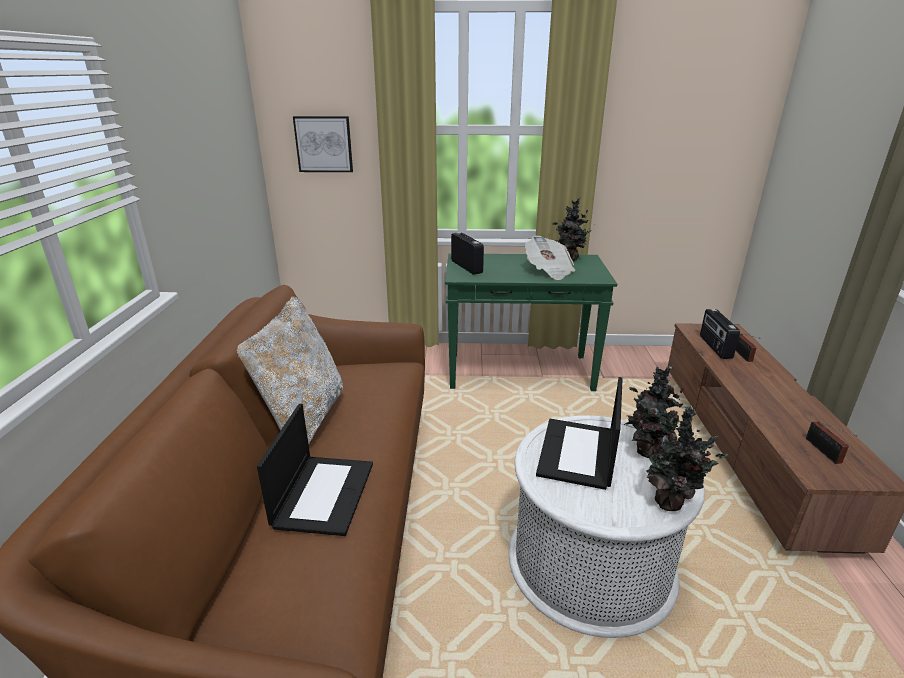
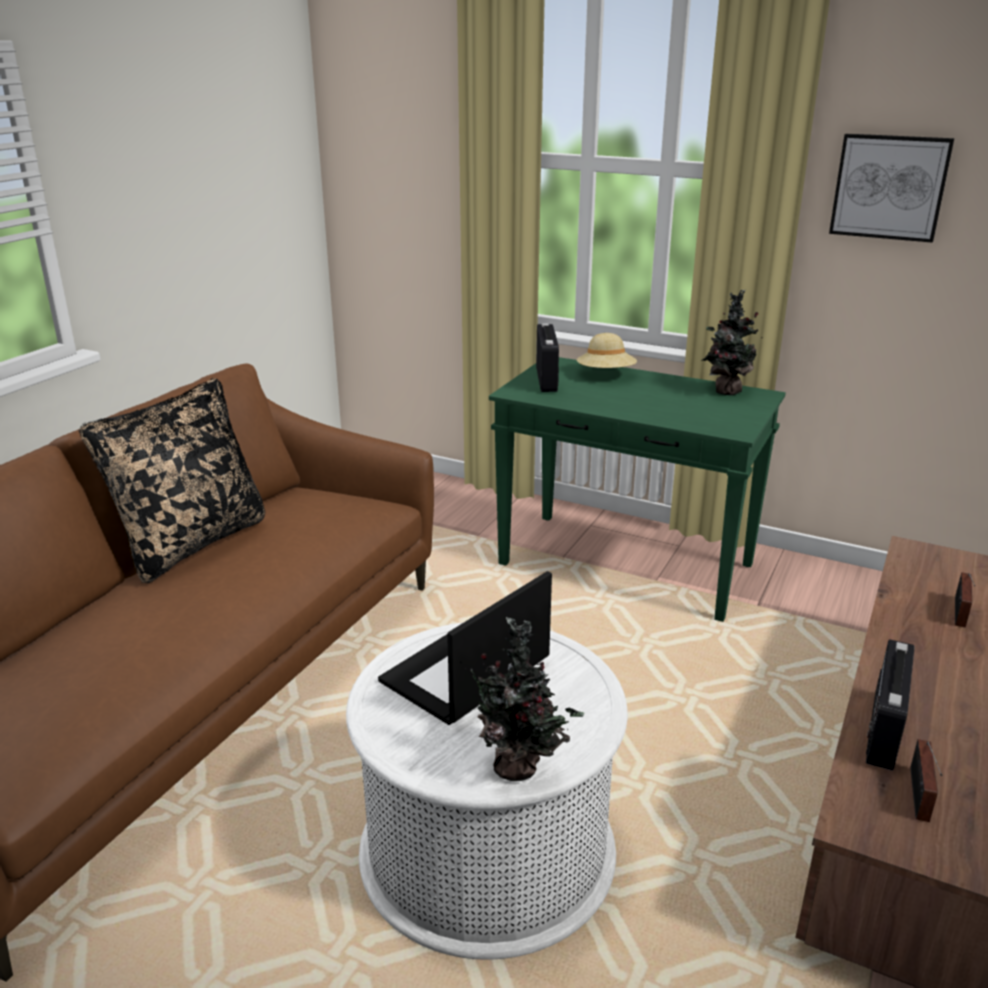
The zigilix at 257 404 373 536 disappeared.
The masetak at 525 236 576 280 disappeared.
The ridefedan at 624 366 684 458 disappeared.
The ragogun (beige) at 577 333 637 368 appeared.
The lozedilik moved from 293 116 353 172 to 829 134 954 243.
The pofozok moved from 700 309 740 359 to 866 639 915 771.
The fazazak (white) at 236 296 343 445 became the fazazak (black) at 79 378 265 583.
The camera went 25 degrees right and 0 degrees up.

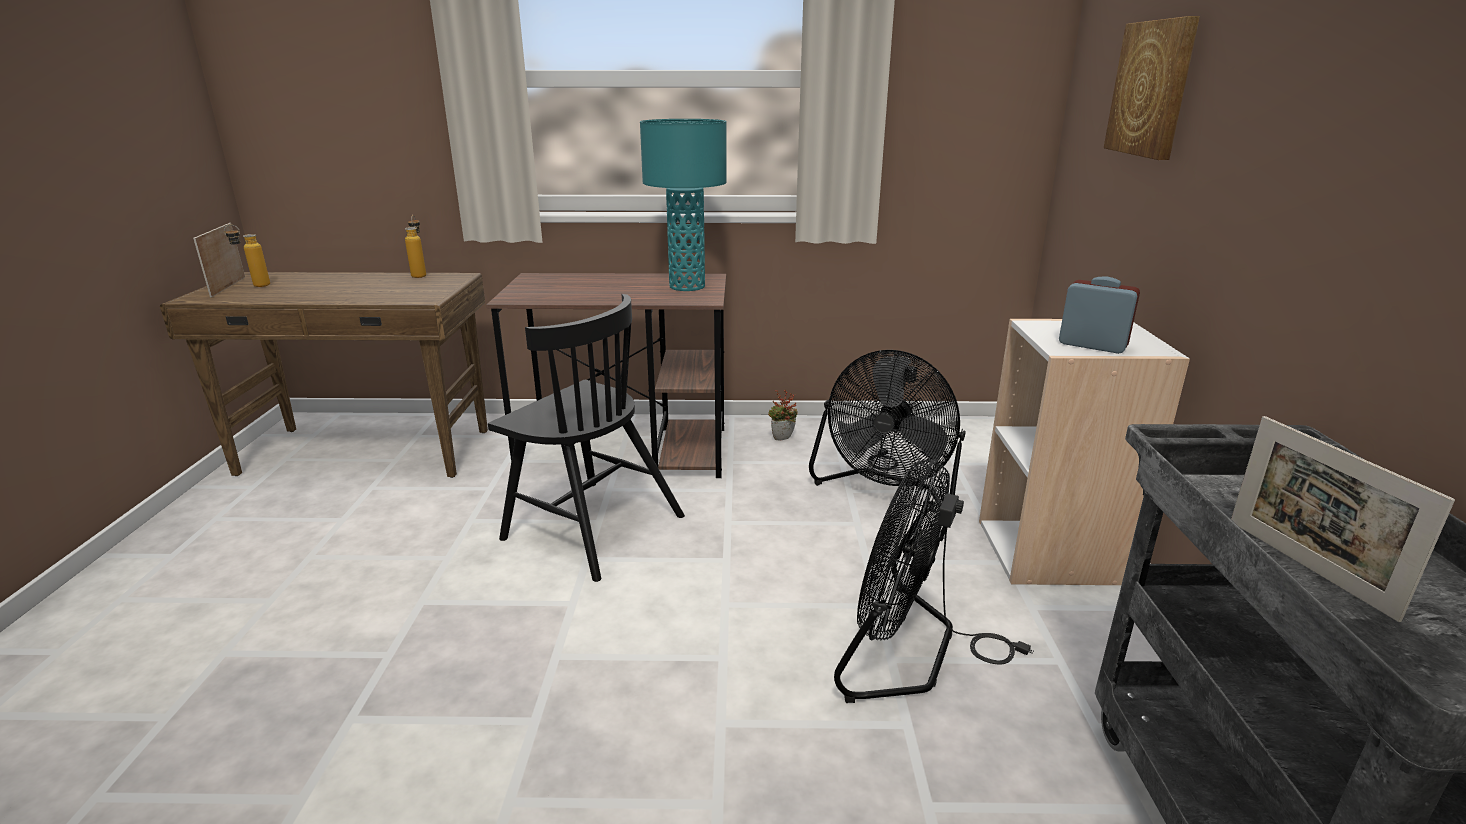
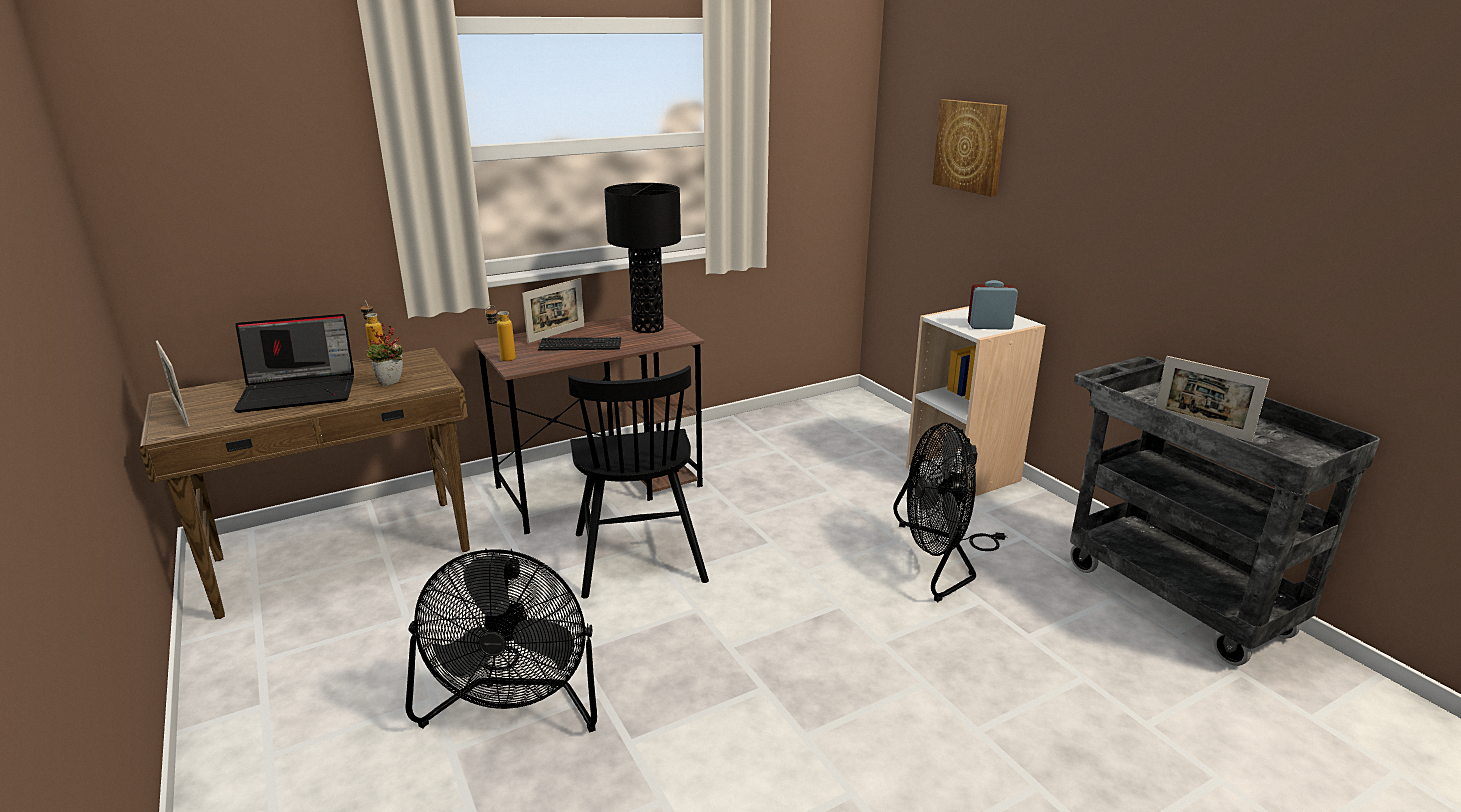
The zigilix at 234 314 354 413 appeared.
The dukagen at 522 278 585 343 appeared.
The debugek at 538 337 621 351 appeared.
The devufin moved from 224 225 270 287 to 485 305 516 361.
The ridefedan moved from 768 390 797 440 to 367 324 403 386.
The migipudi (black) moved from 809 350 966 506 to 405 549 597 733.
The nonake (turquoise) at 640 119 727 291 became the nonake (black) at 604 183 681 333.
The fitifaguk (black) at 488 294 685 582 turned 75 degrees clockwise.
The camera went 30 degrees left and 0 degrees up.

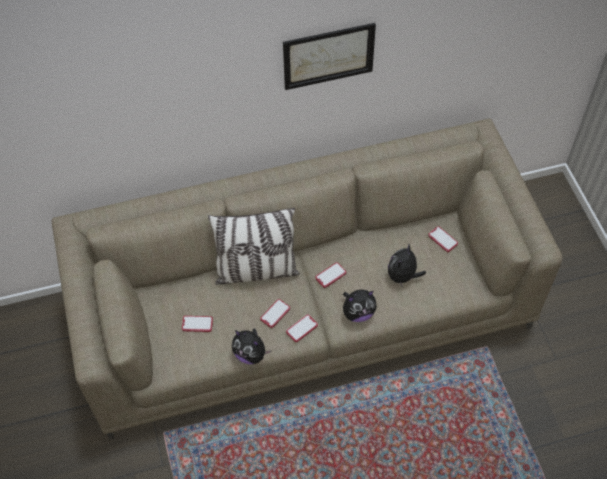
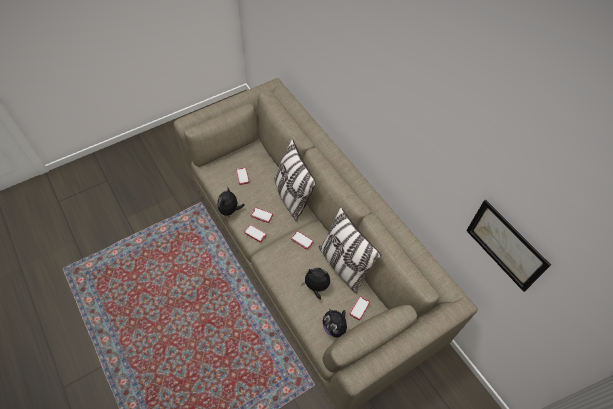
The fazazak at 319 207 382 294 appeared.
The lozedilik moved from 283 23 376 90 to 466 199 551 292.
The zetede moved from 343 289 377 322 to 323 309 347 337.
The camera went 70 degrees right and 0 degrees up.

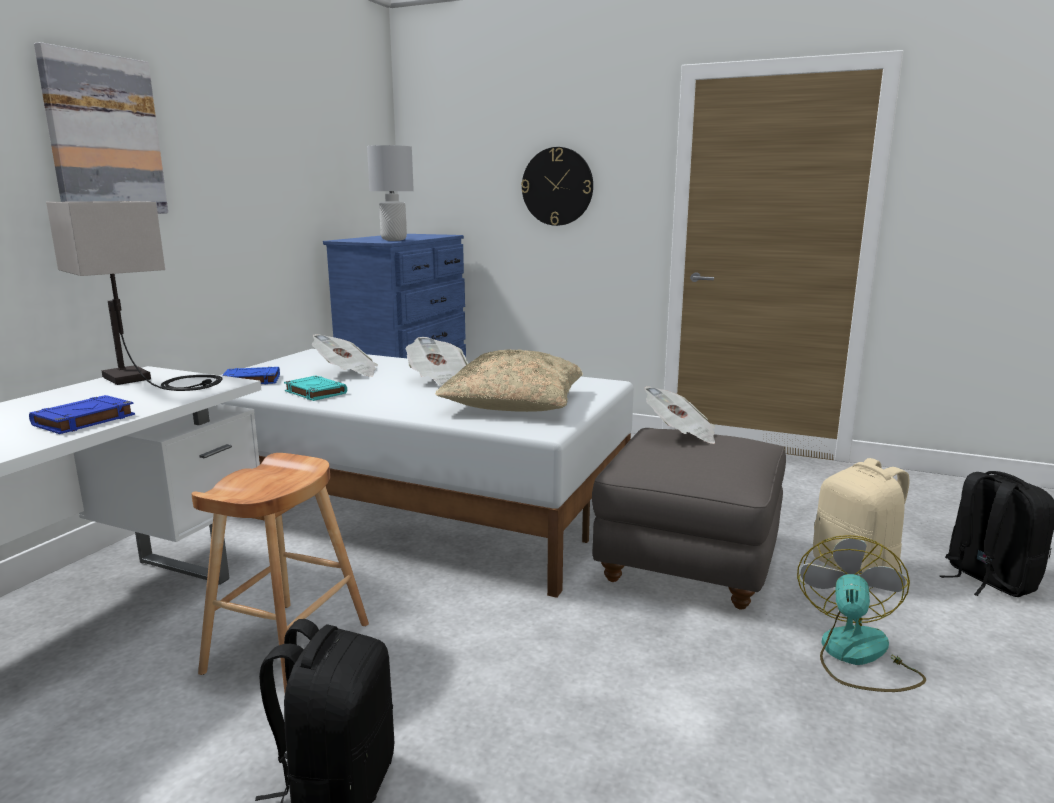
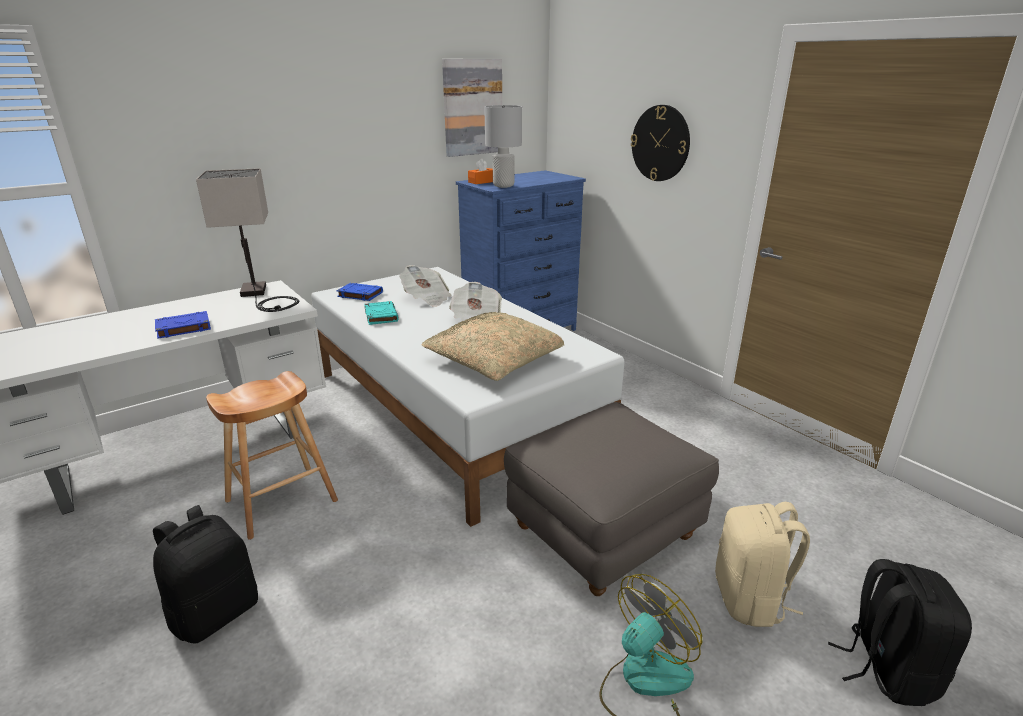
The masetak at 645 386 715 444 disappeared.
The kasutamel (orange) at 468 159 493 184 appeared.
The lozedilik moved from 34 42 168 214 to 442 59 502 157.
The camera went 30 degrees right and 10 degrees up.

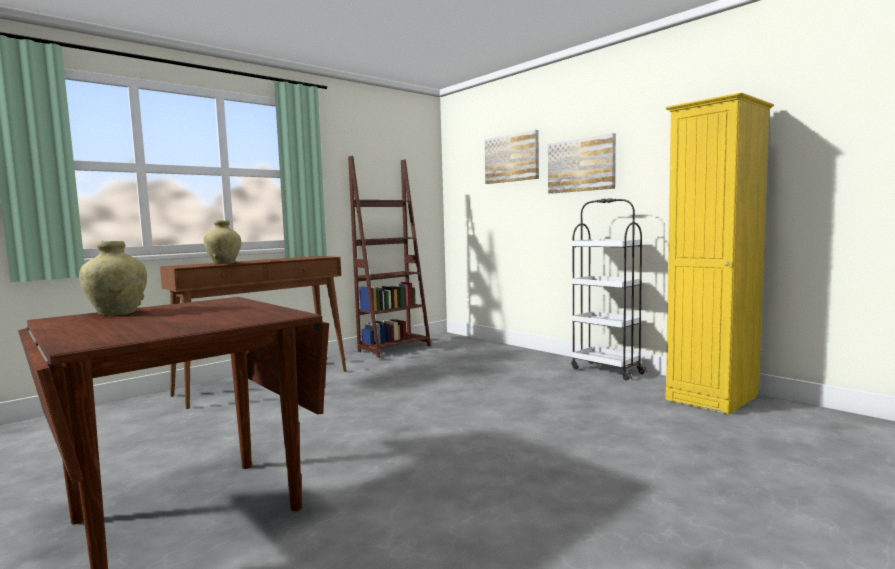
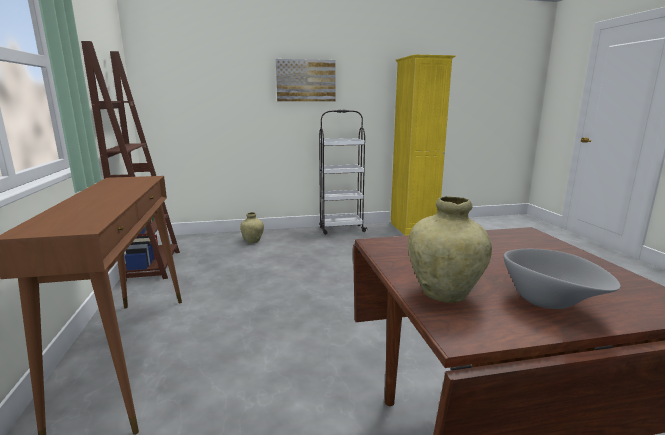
The lozedilik at 485 130 539 184 disappeared.
The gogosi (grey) at 503 249 621 309 appeared.
The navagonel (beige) moved from 204 220 241 264 to 240 212 264 243.
The camera went 60 degrees left and 10 degrees up.

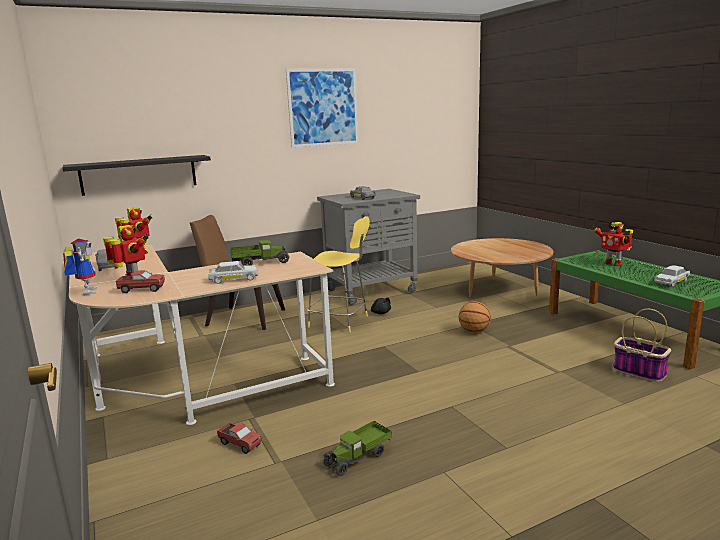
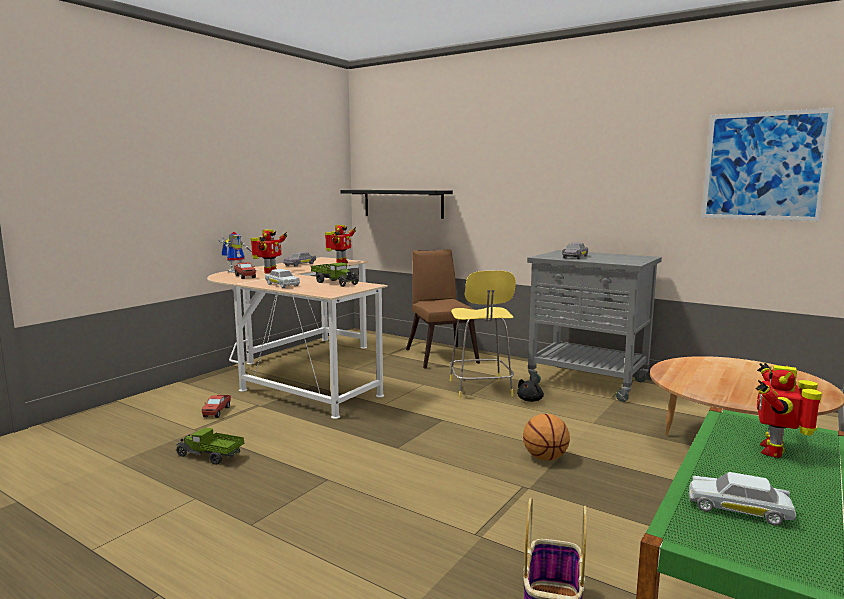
The lozedilik moved from 286 68 359 148 to 702 108 834 221.
The camera went 60 degrees right and 5 degrees down.

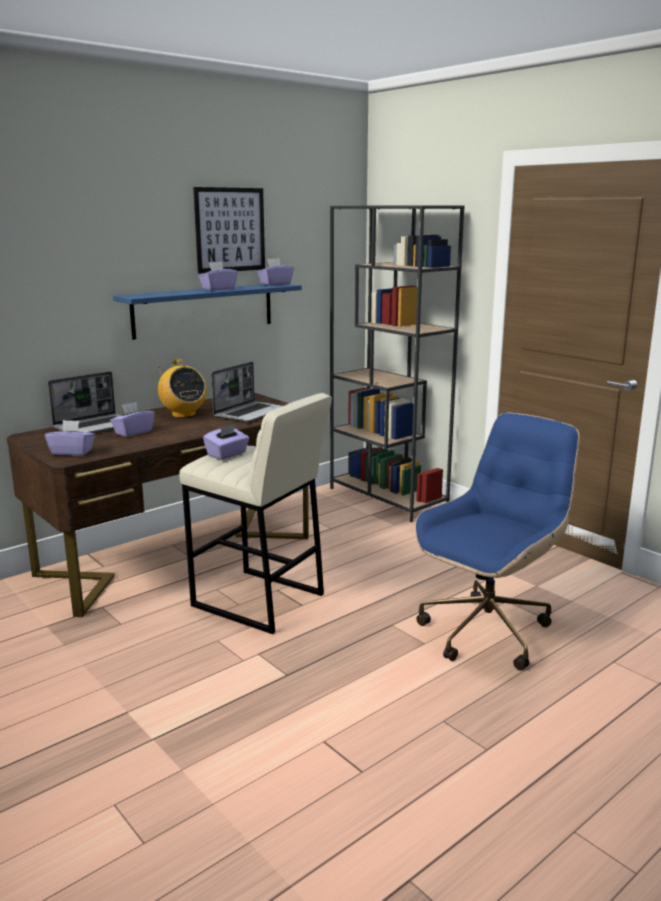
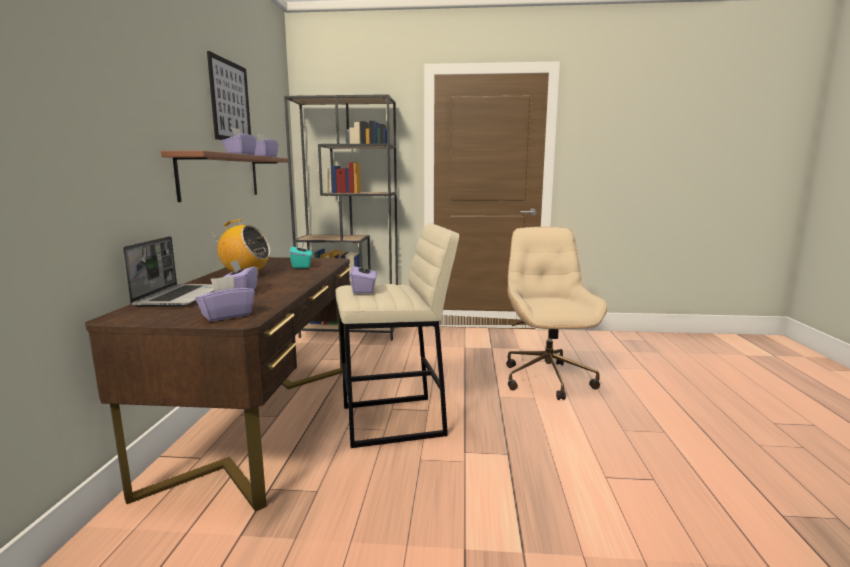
The zigilix at 211 362 282 422 was replaced by the kasutamel (turquoise) at 290 241 313 268.
The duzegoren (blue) at 113 284 302 340 became the duzegoren (brown) at 161 151 288 202.
The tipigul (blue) at 415 412 580 671 became the tipigul (beige) at 506 227 607 400.
The camera went 45 degrees left and 5 degrees down.

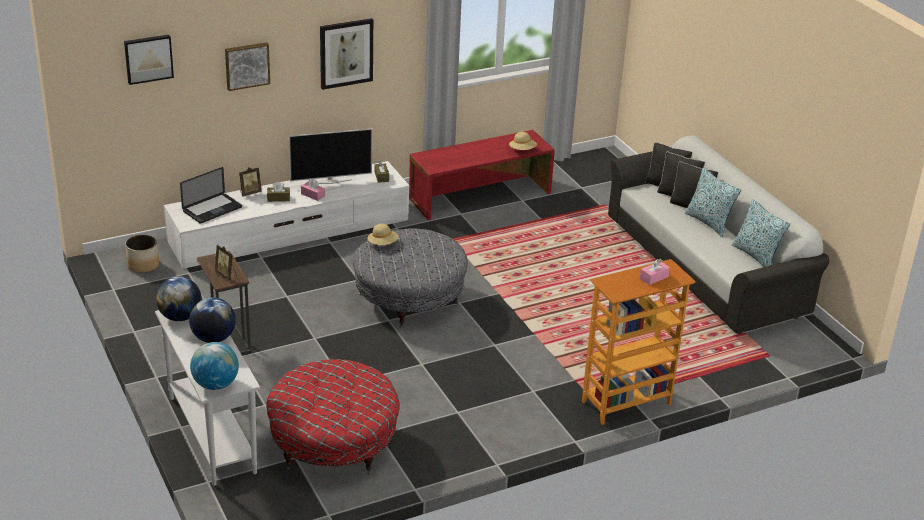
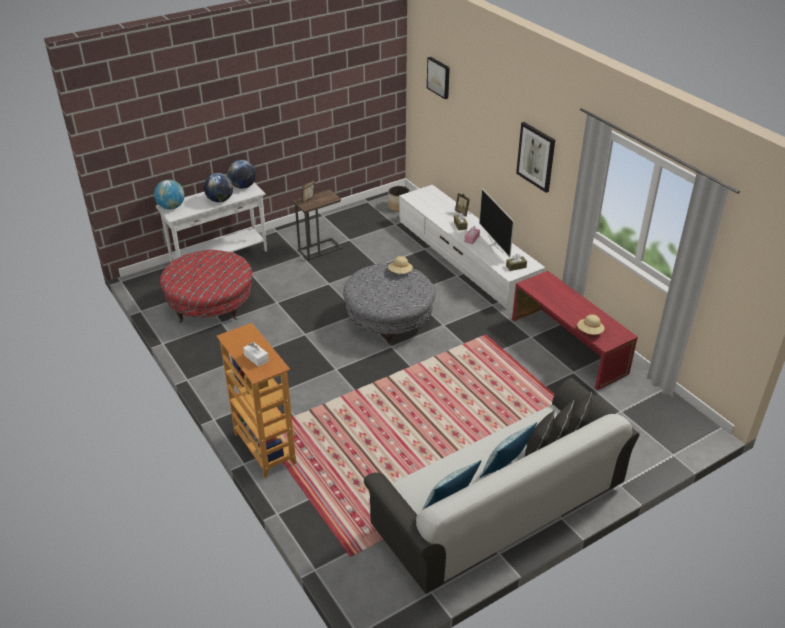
The zigilix at 180 167 242 224 disappeared.
The lozedilik at 225 42 270 91 disappeared.
The kasutamel (pink) at 640 259 670 285 became the kasutamel (white) at 243 342 269 367.
The camera went 85 degrees right and 5 degrees up.

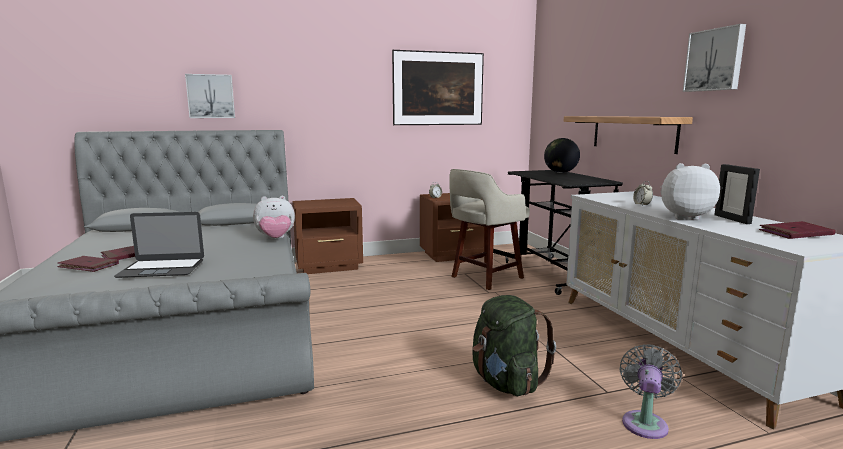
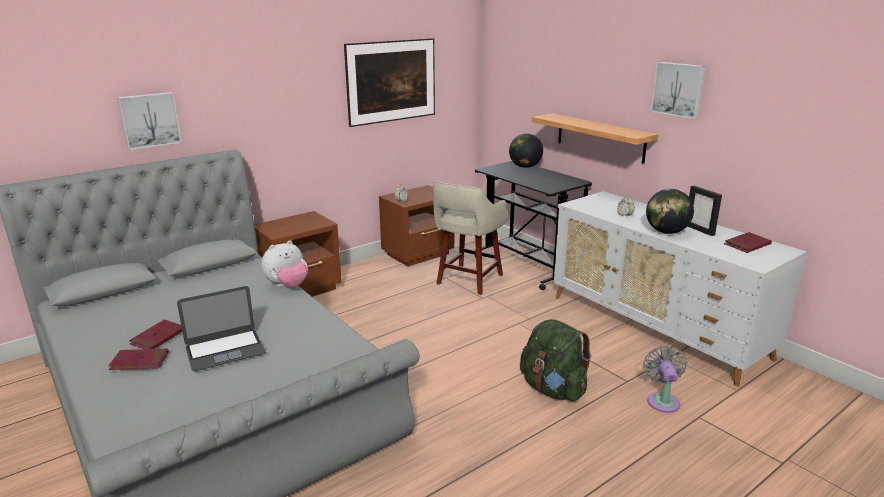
The zetede at 660 163 720 220 was replaced by the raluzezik at 646 189 694 234.
The camera went 20 degrees left and 10 degrees up.

